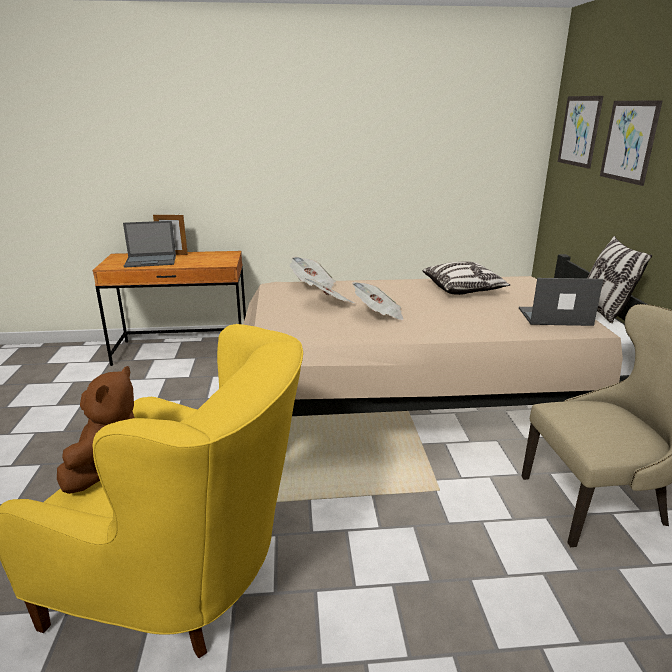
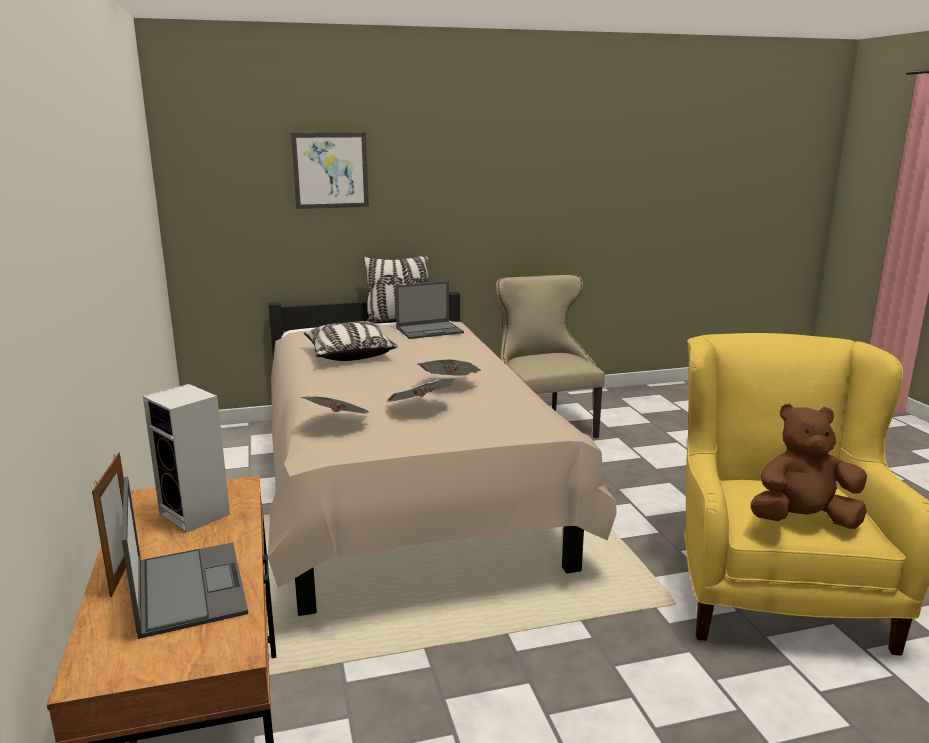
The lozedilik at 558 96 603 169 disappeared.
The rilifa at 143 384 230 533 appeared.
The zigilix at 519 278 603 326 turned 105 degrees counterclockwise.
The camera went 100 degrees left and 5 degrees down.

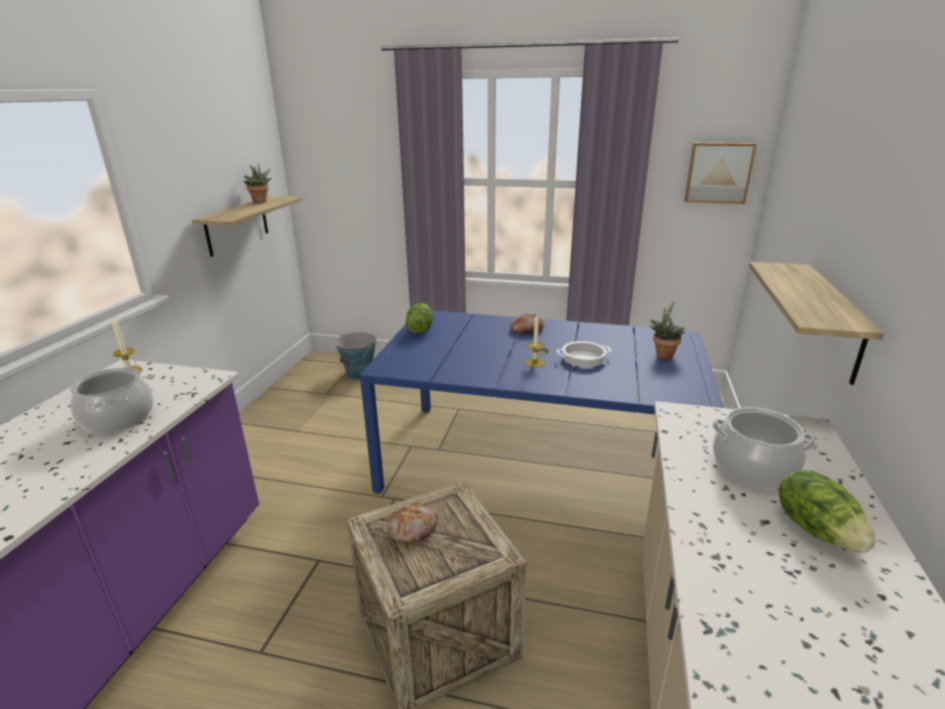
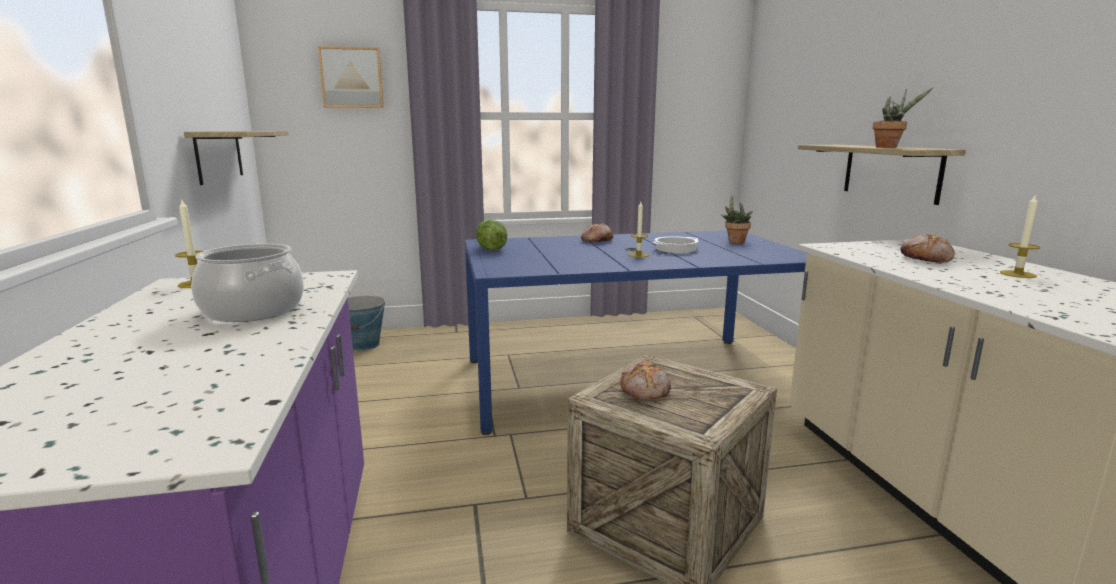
The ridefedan moved from 243 163 272 203 to 872 88 933 148.
The lozedilik moved from 684 143 757 204 to 318 46 384 108.
The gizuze at 712 407 816 488 was replaced by the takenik at 901 234 955 263.
The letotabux at 778 470 876 553 was replaced by the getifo at 1000 195 1040 278.
The camera went 25 degrees left and 10 degrees down.

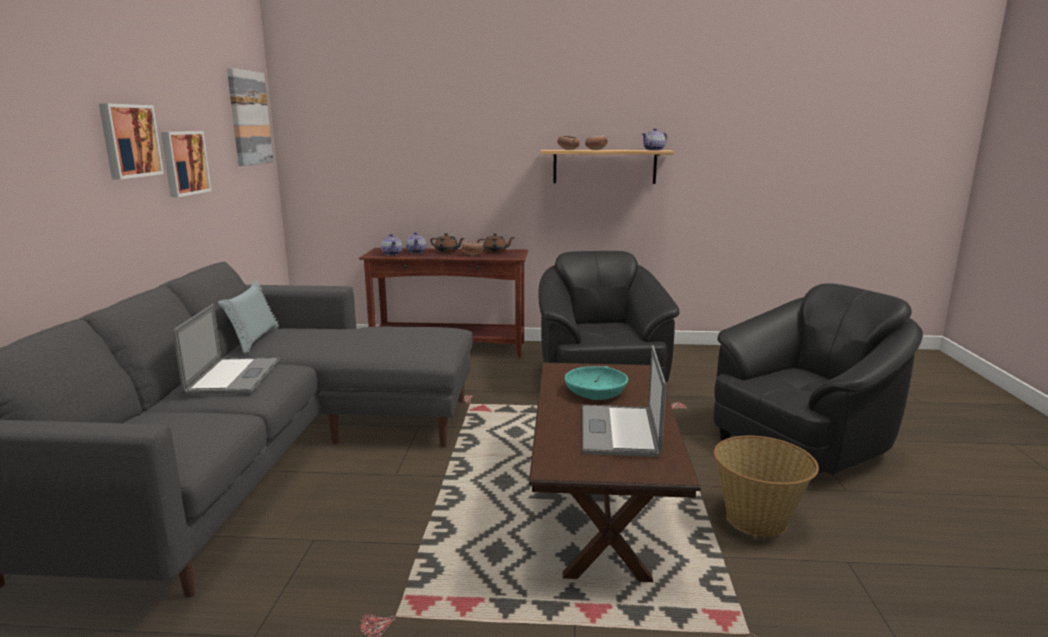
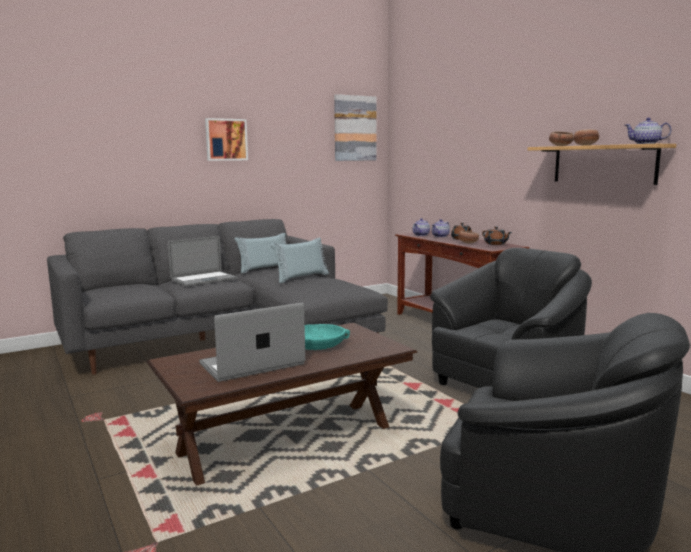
The lozedilik at 161 131 211 197 disappeared.
The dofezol at 714 436 819 537 disappeared.
The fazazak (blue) at 270 237 329 283 appeared.
The camera went 55 degrees right and 5 degrees down.

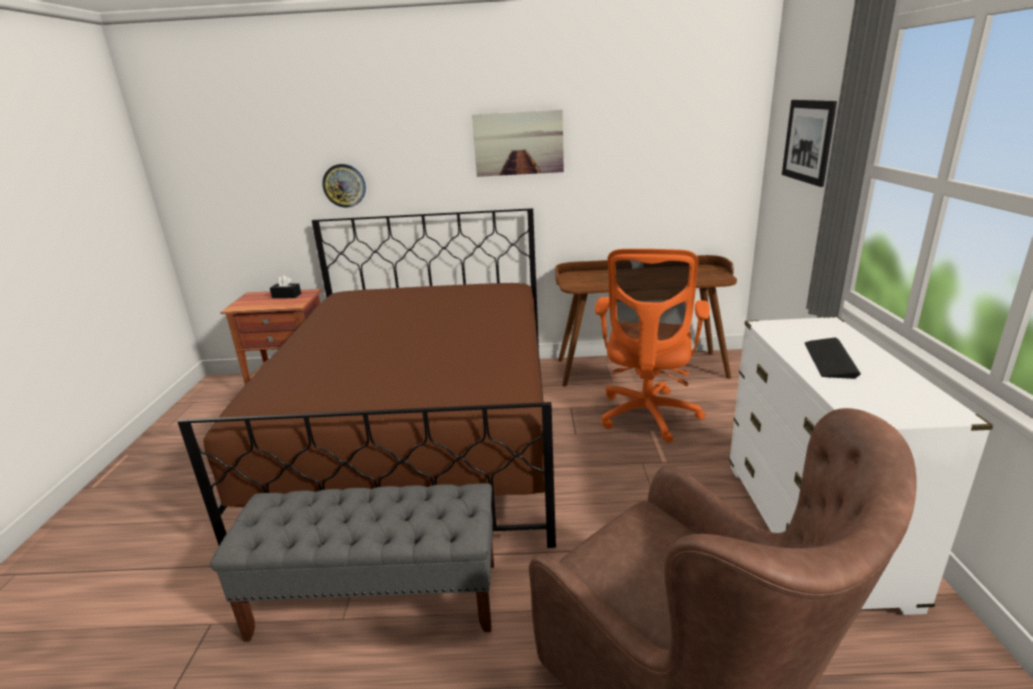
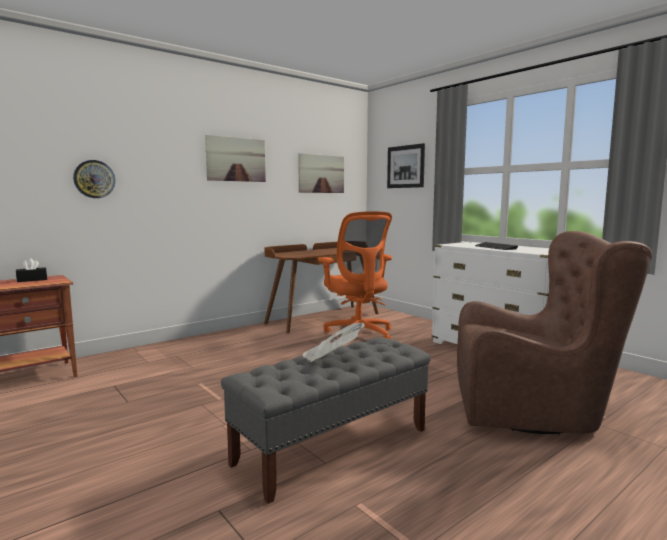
The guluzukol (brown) at 178 208 556 548 disappeared.
The lozedilik at 298 153 344 193 appeared.
The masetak at 302 323 365 362 appeared.
The camera went 40 degrees left and 15 degrees down.

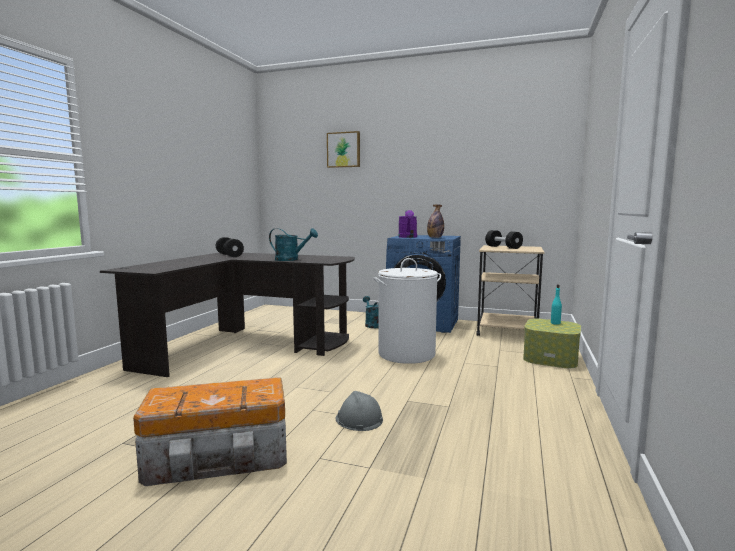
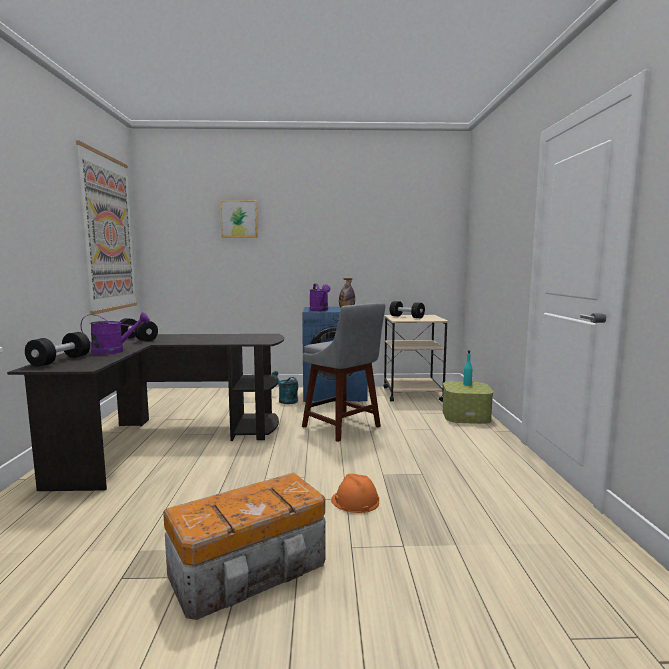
The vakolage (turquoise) at 269 228 318 261 disappeared.
The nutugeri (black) at 25 332 90 367 appeared.
The lozedilik at 76 141 137 315 appeared.
The vakolage (purple) at 81 312 150 355 appeared.
The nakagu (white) at 373 258 441 364 was replaced by the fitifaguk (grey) at 302 303 386 442.
The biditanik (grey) at 336 391 383 431 became the biditanik (orange) at 331 474 379 513.
The camera went 20 degrees left and 0 degrees up.

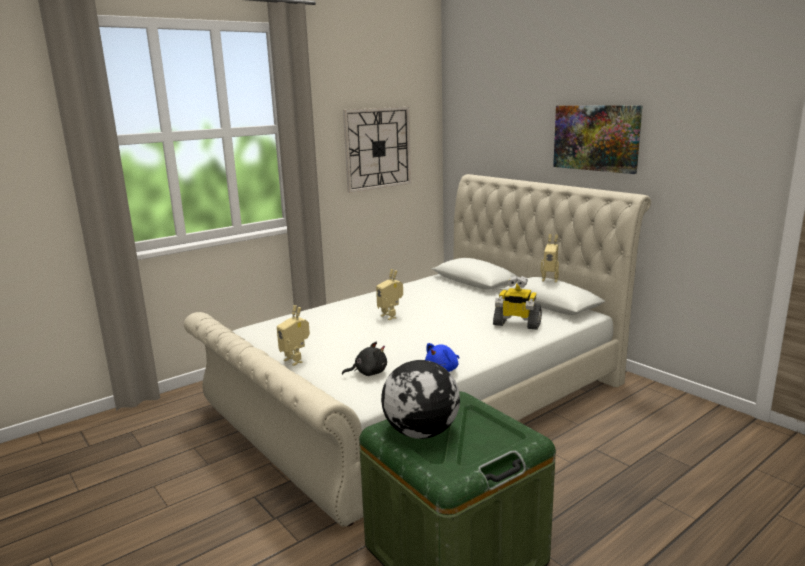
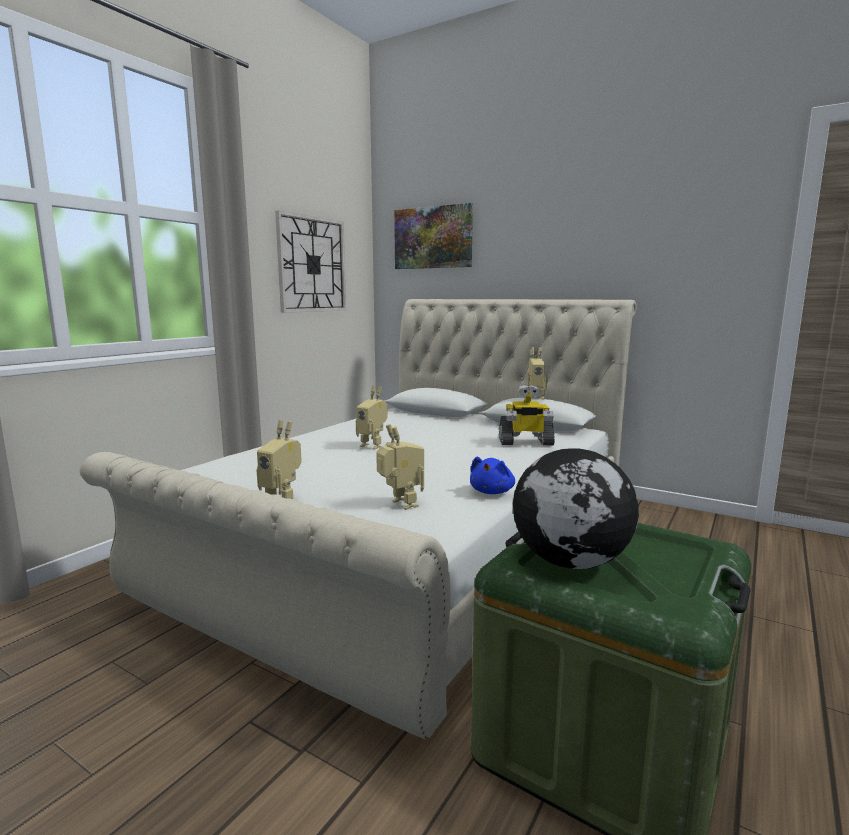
The lozedilik moved from 553 105 643 174 to 394 203 473 269.
The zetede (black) at 342 341 387 376 was replaced by the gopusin at 376 424 424 510.
The camera went 20 degrees left and 5 degrees down.

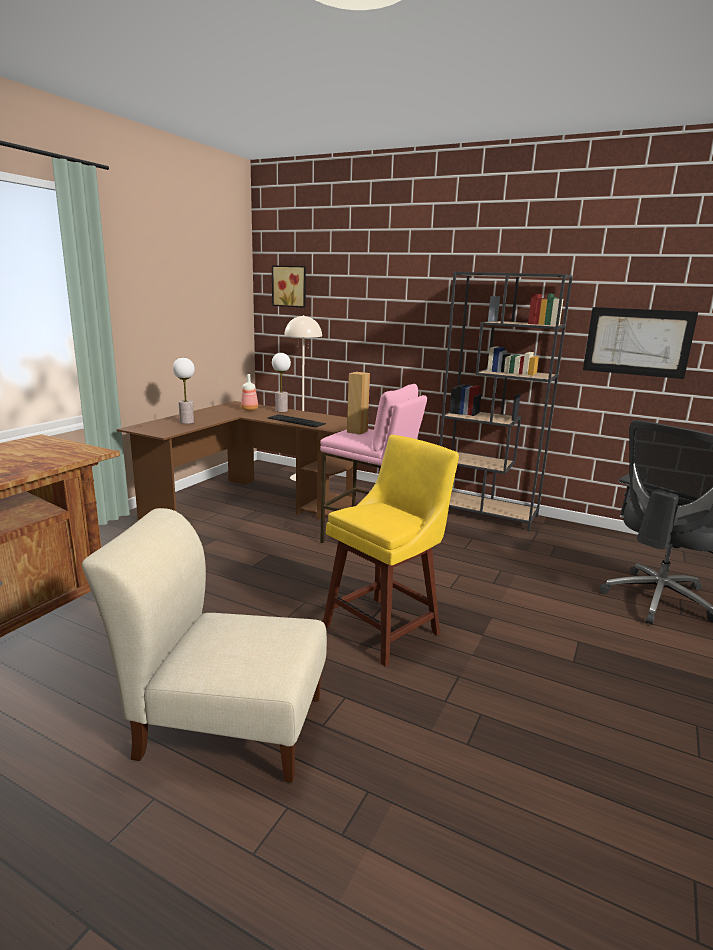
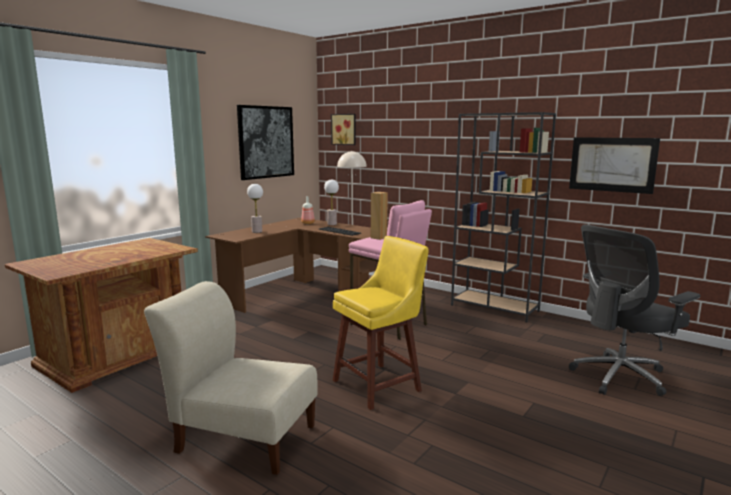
The lozedilik at 237 105 294 180 appeared.
The camera went 10 degrees right and 5 degrees down.

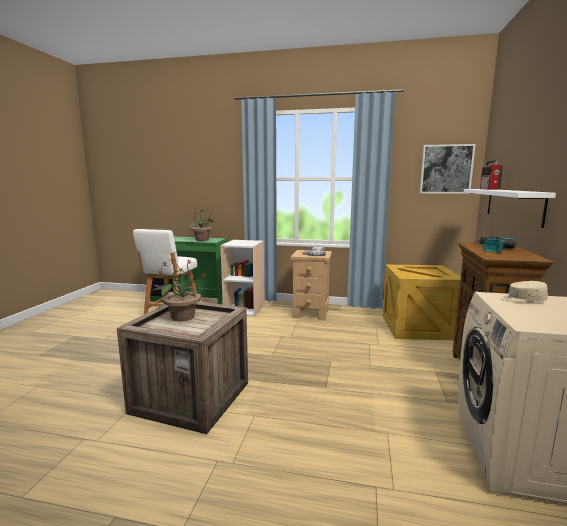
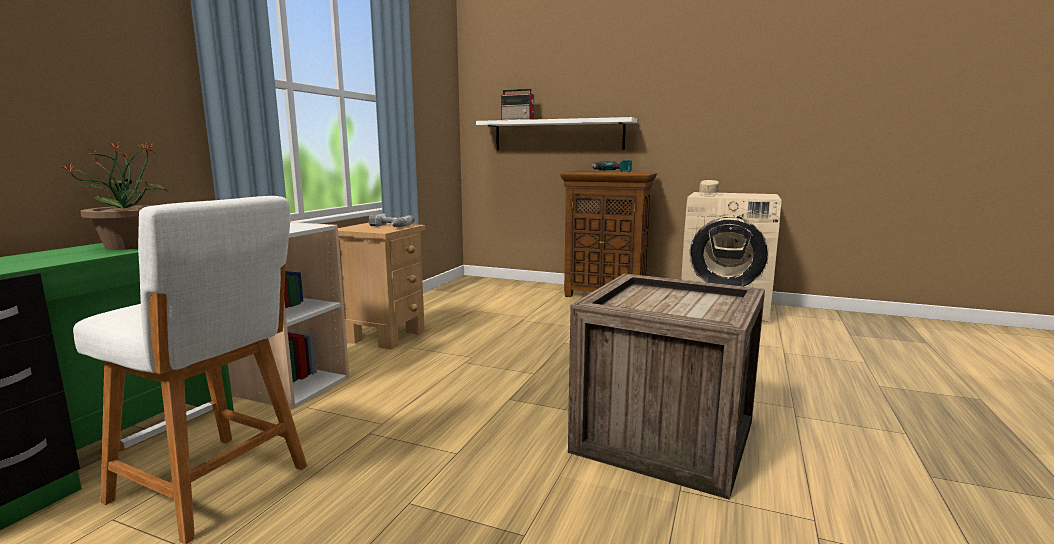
The ridefedan at 153 259 207 321 disappeared.
The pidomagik at 383 265 461 341 disappeared.
The lozedilik at 420 144 476 194 disappeared.
The camera went 80 degrees left and 0 degrees up.

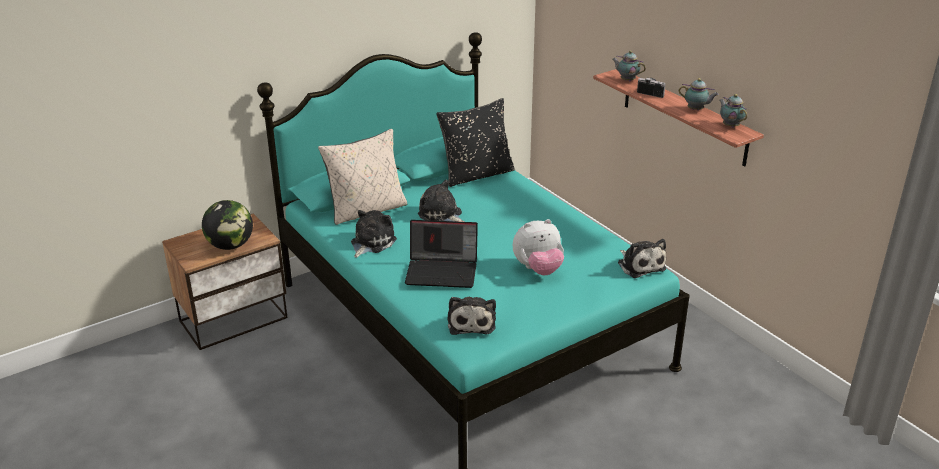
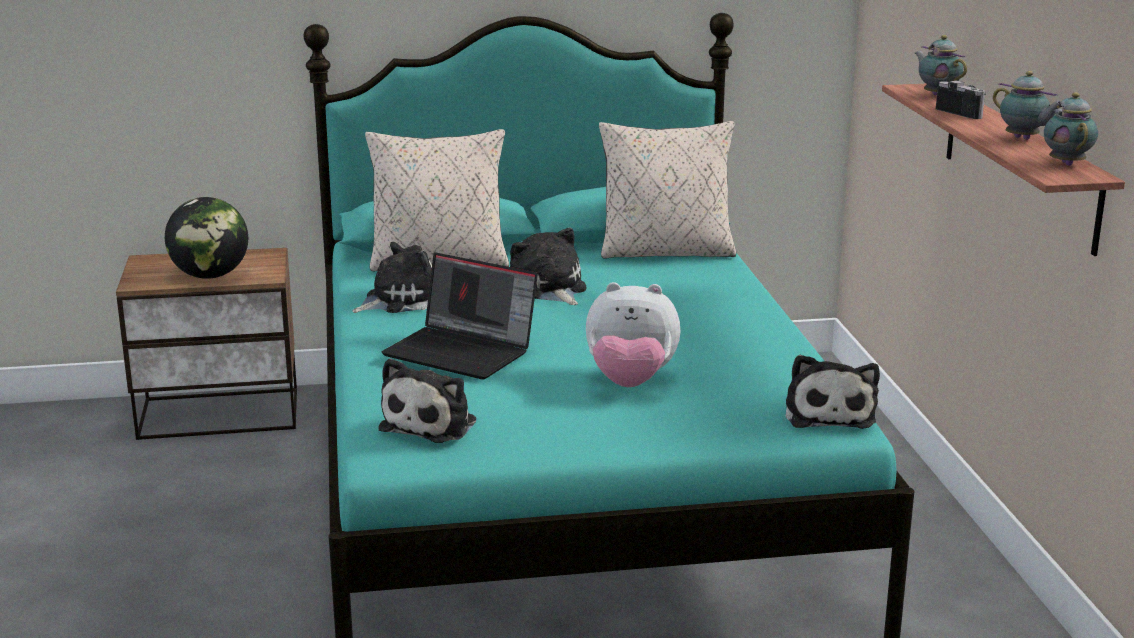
The fazazak (black) at 436 98 515 187 became the fazazak (beige) at 599 121 736 259.
The camera went 25 degrees right and 10 degrees down.

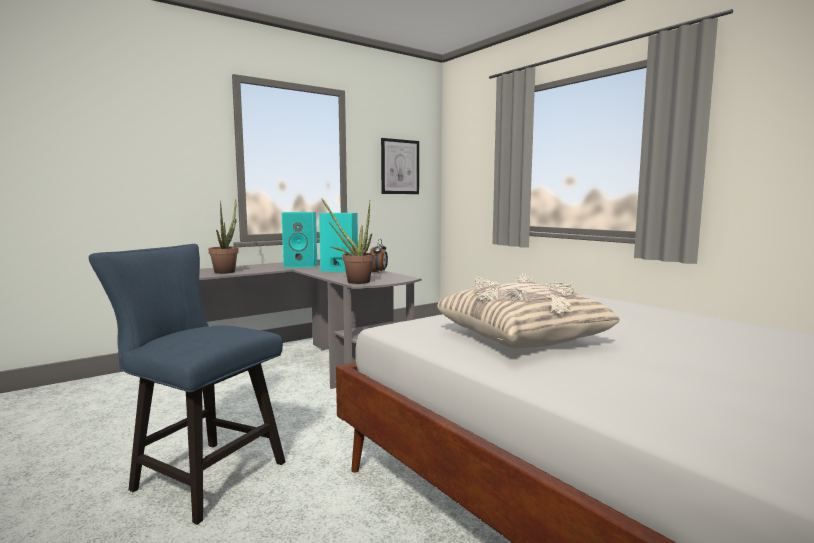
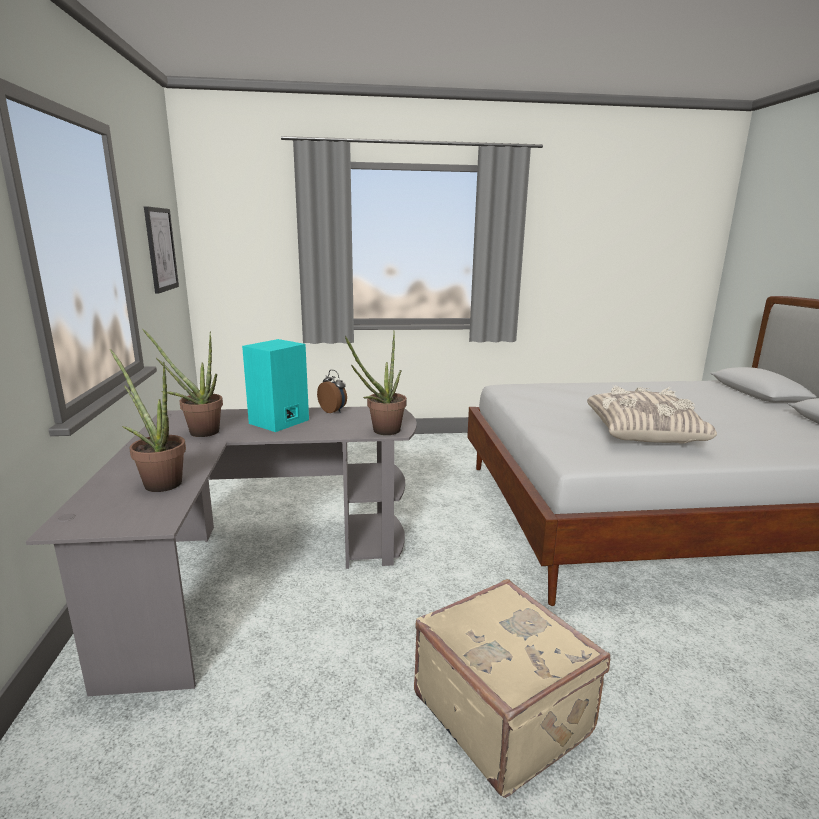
The fitifaguk (blue) at 89 244 285 525 was replaced by the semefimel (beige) at 414 579 610 798.
The rilifa (turquoise) at 282 212 317 268 was replaced by the ridefedan at 143 329 223 437.
The camera went 60 degrees left and 10 degrees up.

